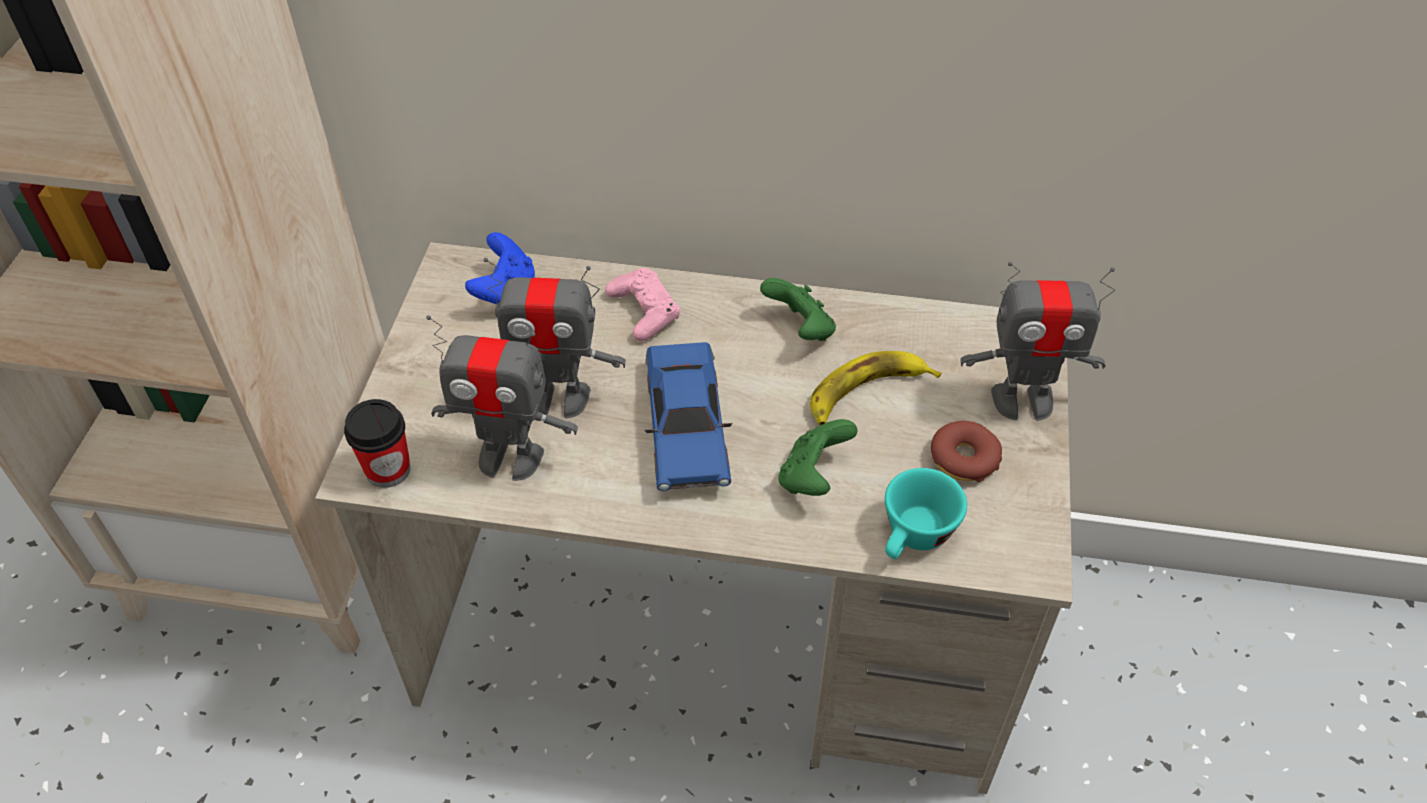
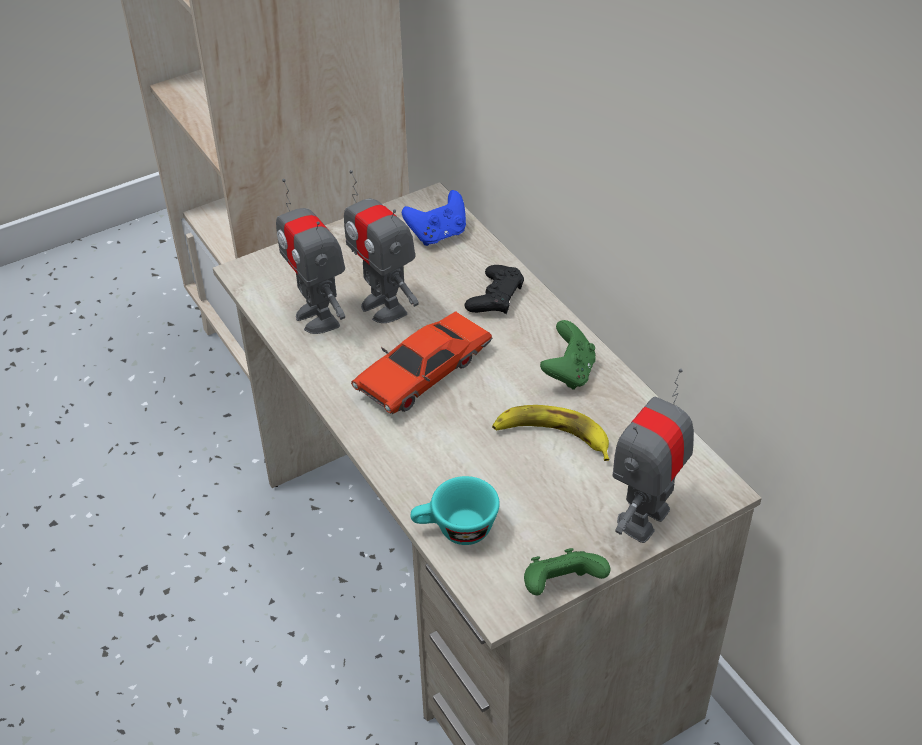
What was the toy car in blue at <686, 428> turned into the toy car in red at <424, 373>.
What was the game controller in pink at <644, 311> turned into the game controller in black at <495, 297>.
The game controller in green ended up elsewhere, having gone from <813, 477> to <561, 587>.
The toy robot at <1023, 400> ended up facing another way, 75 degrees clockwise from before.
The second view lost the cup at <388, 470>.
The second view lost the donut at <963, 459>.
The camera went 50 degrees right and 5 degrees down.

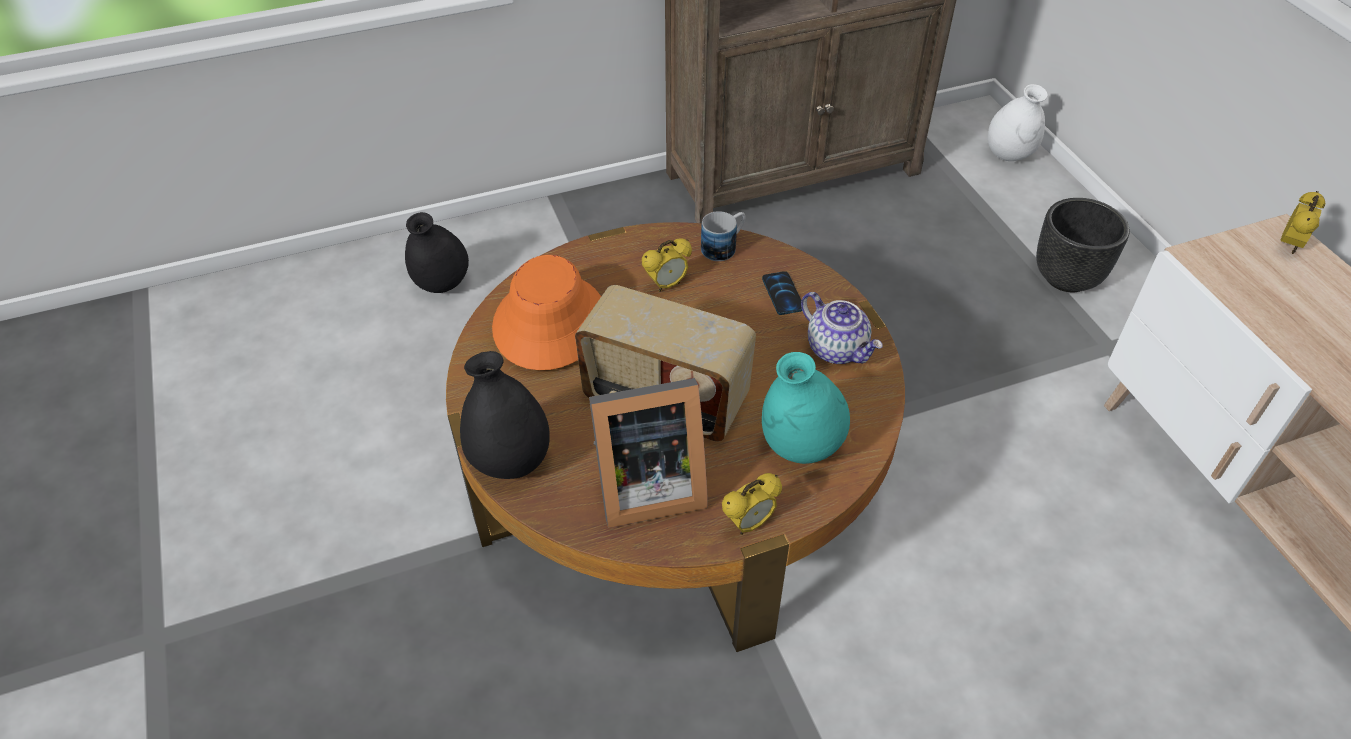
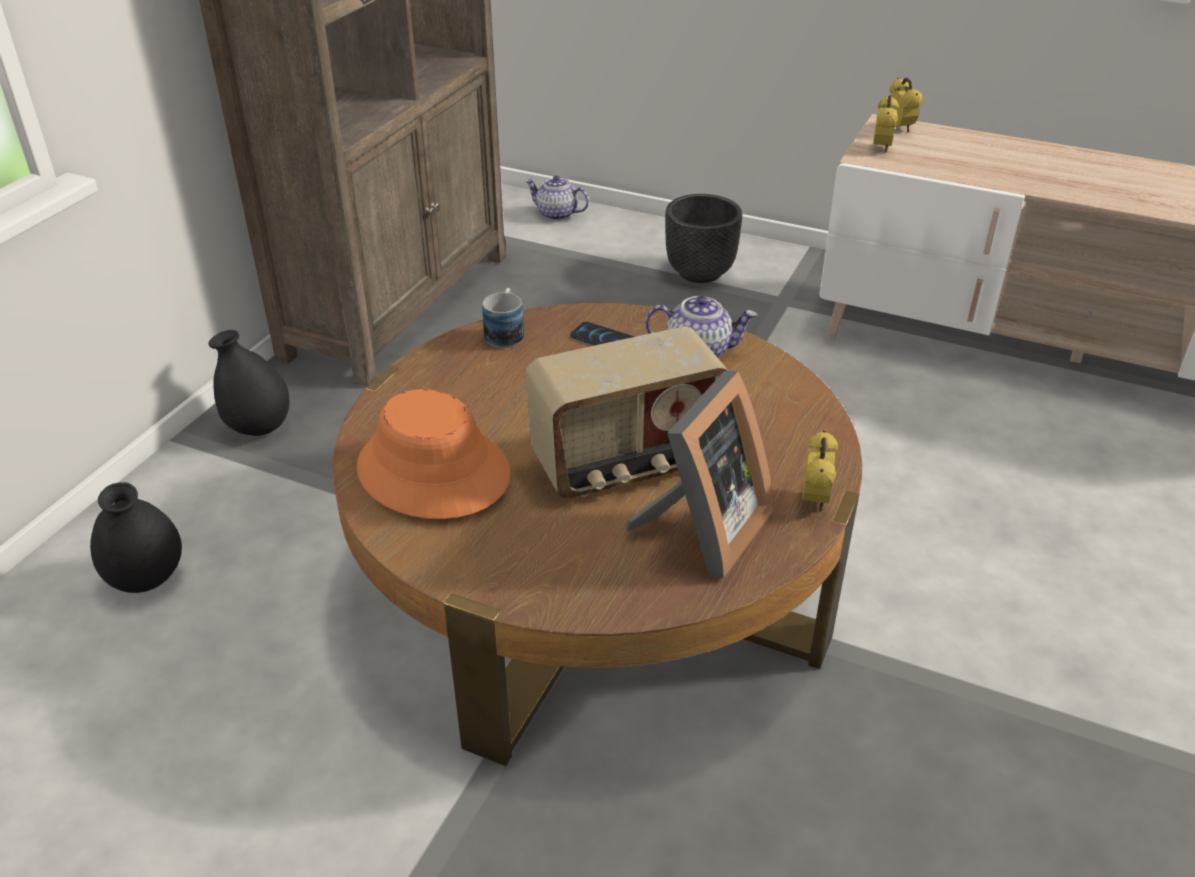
The vase in black ended up elsewhere, having gone from <510, 461> to <259, 428>.
Where the vase in white stood at <1009, 155>, the teapot came to stand at <556, 214>.
The alarm clock ended up elsewhere, having gone from <667, 285> to <881, 148>.
The second view lost the vase in turquoise at <800, 447>.
The camera went 45 degrees left and 10 degrees down.

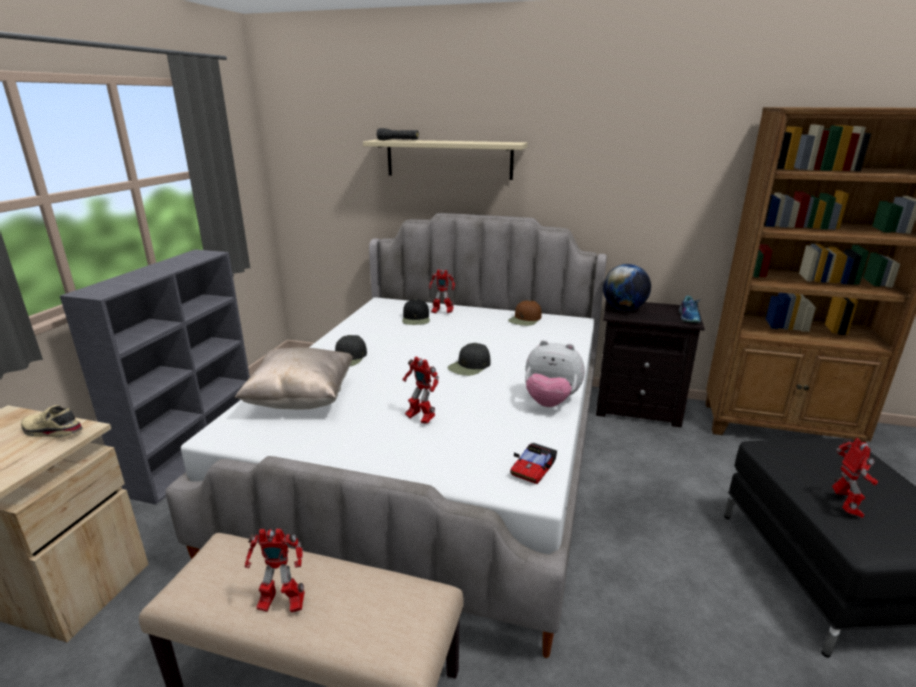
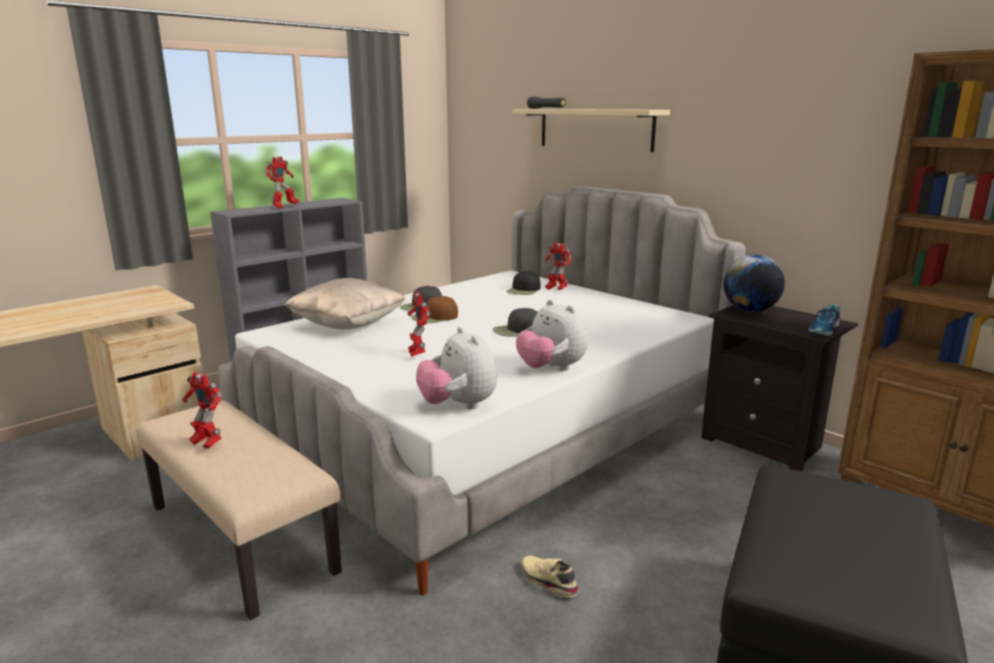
The toy robot ended up elsewhere, having gone from <845, 506> to <284, 207>.
The cap in brown ended up elsewhere, having gone from <525, 319> to <434, 317>.
Where the toy car stood at <533, 468>, the plush toy came to stand at <458, 405>.
The shoe in beige ended up elsewhere, having gone from <51, 432> to <547, 582>.
The camera went 30 degrees right and 5 degrees down.

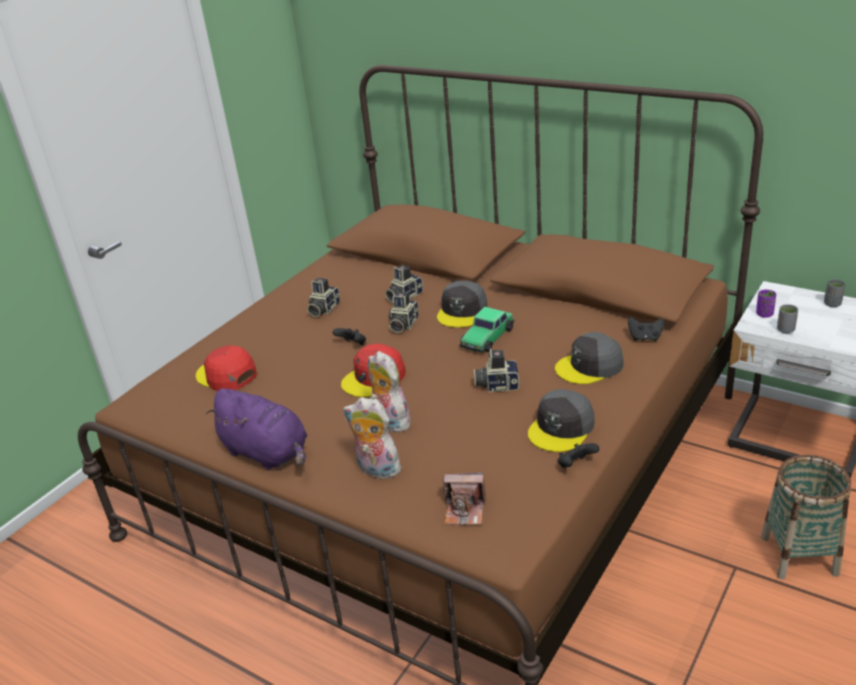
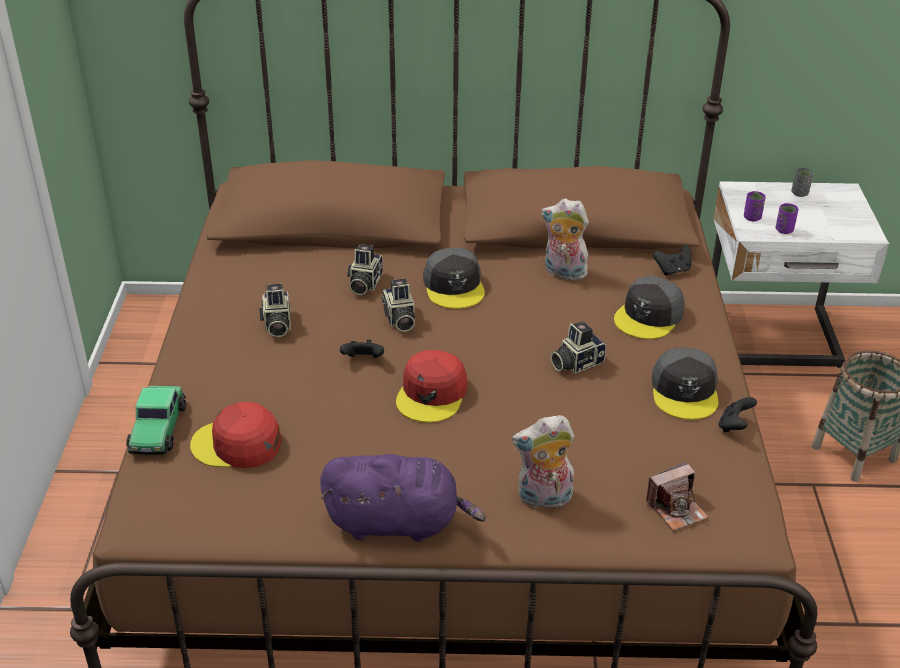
The toy car ended up elsewhere, having gone from <487, 337> to <158, 428>.
The plush toy ended up elsewhere, having gone from <389, 422> to <563, 273>.
What was the cup in grey at <785, 330> turned into the cup in purple at <784, 230>.
The camera went 35 degrees left and 5 degrees up.

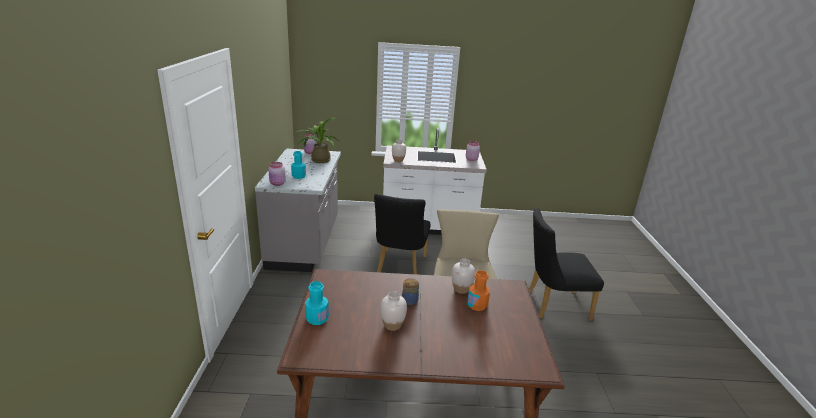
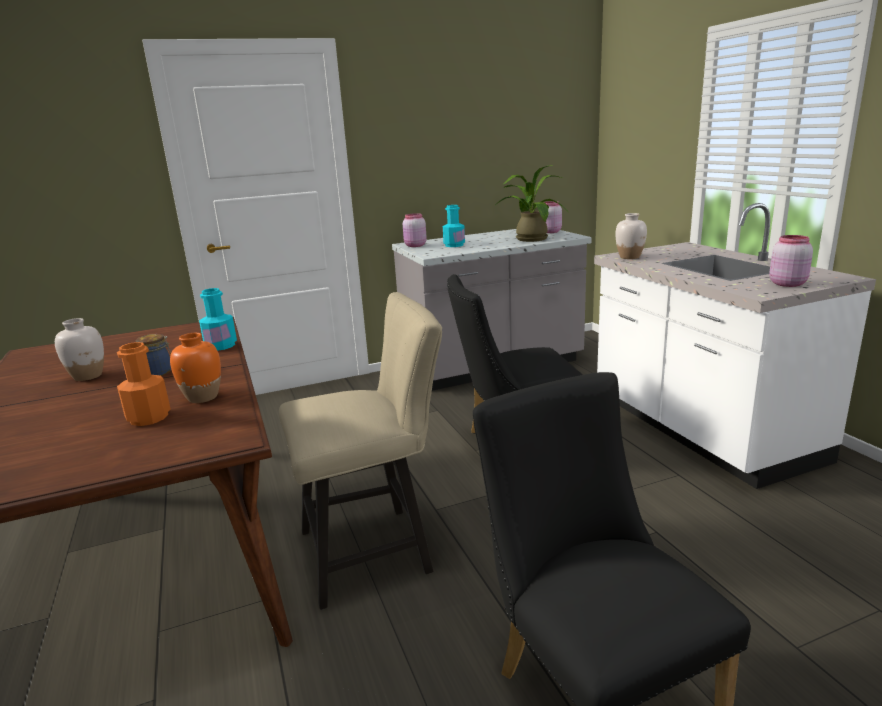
What was the vase in white at <461, 289> turned into the vase in orange at <202, 397>.
The bottle in turquoise ended up elsewhere, having gone from <317, 319> to <221, 346>.
The camera went 70 degrees right and 5 degrees down.

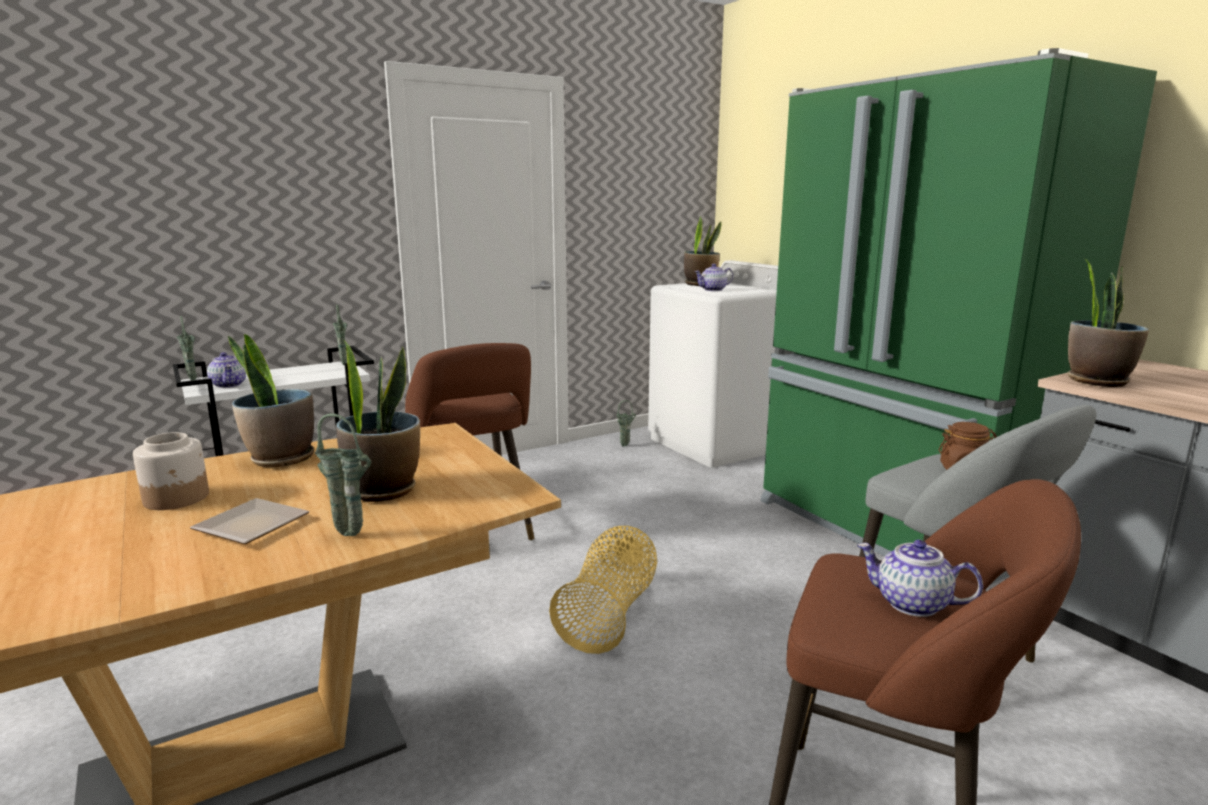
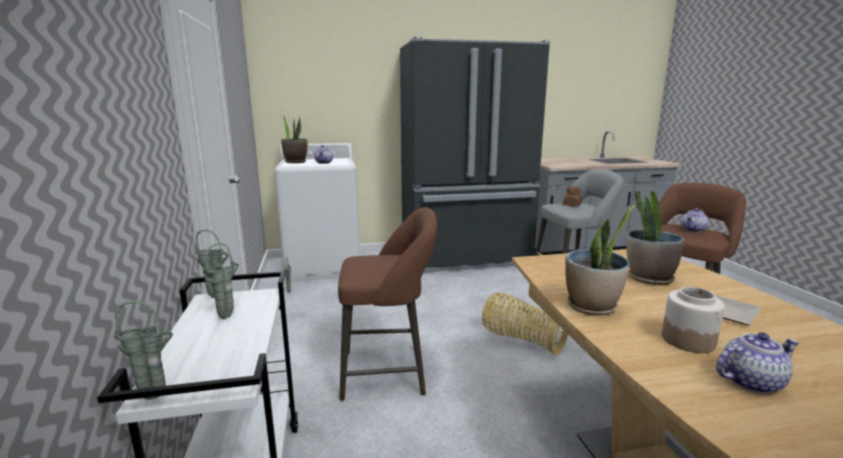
The vase in green ended up elsewhere, having gone from <353, 536> to <228, 316>.
What was the fridge in green at <895, 528> turned into the fridge in black at <466, 259>.
The teapot ended up elsewhere, having gone from <229, 385> to <750, 381>.
The second view lost the potted plant at <1097, 381>.
The camera went 70 degrees left and 0 degrees up.

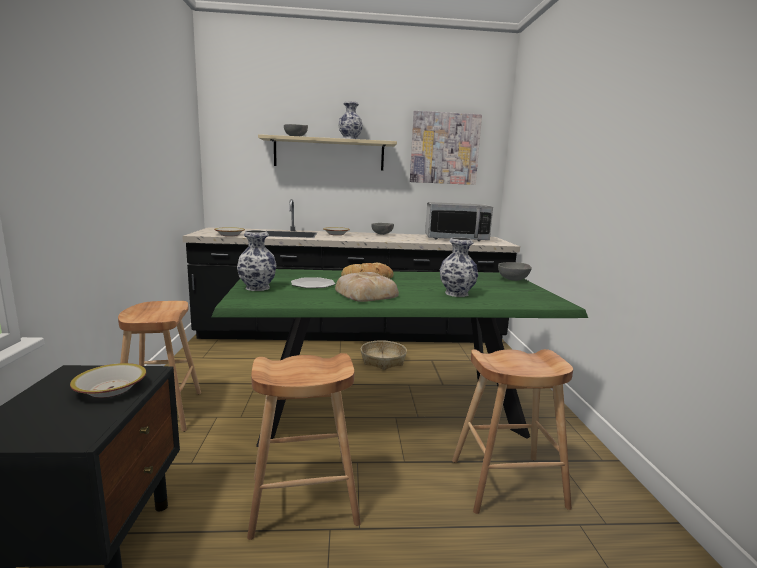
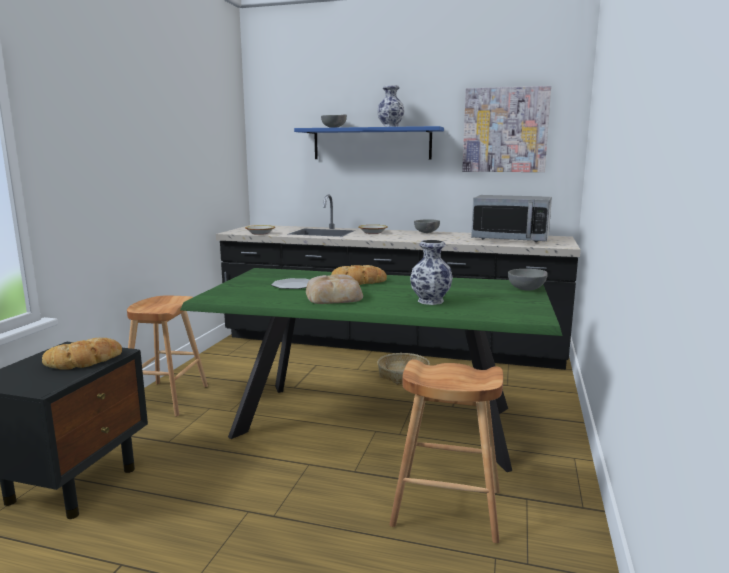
Where the bowl stood at <111, 388>, the bread came to stand at <84, 361>.
What was the shelf in beige at <329, 154> turned into the shelf in blue at <371, 143>.
The second view lost the vase at <257, 287>.
The second view lost the stool in brown at <304, 500>.
The camera went 20 degrees right and 0 degrees up.

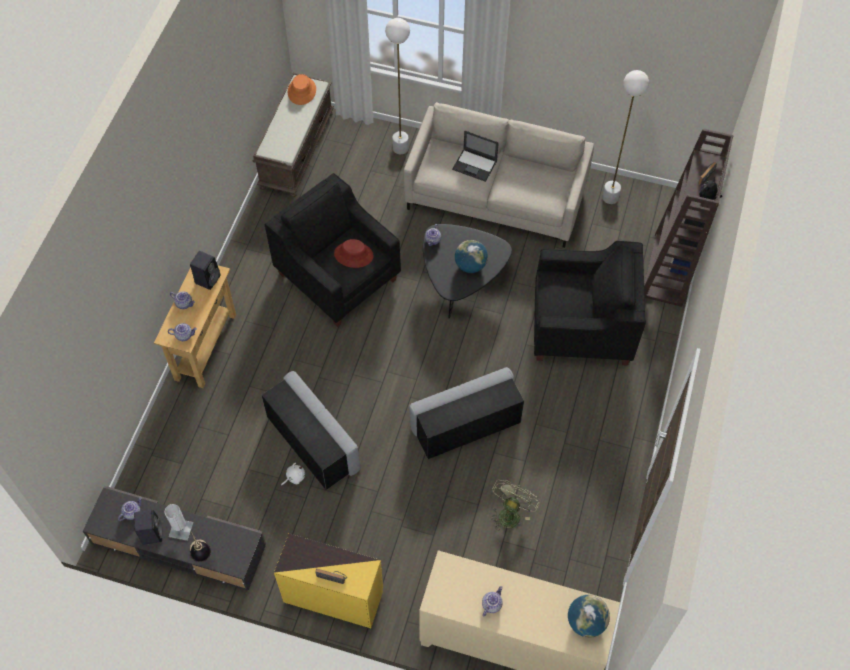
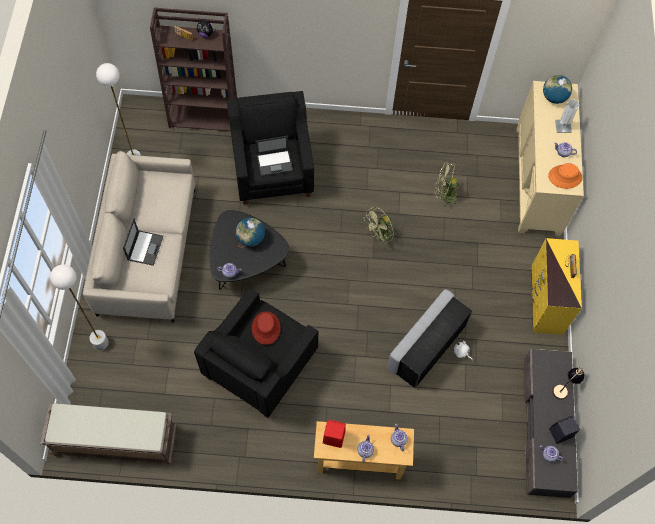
The second view gained the laptop at <275, 162>.
What was the speaker in black at <208, 278> turned into the speaker in red at <333, 437>.
Where the ottoman in grey stood at <466, 424>, the fan in green came to stand at <380, 236>.
The hat in orange ended up elsewhere, having gone from <302, 91> to <565, 177>.
The table lamp in white ended up elsewhere, having gone from <181, 529> to <563, 126>.
The camera went 105 degrees left and 5 degrees up.

